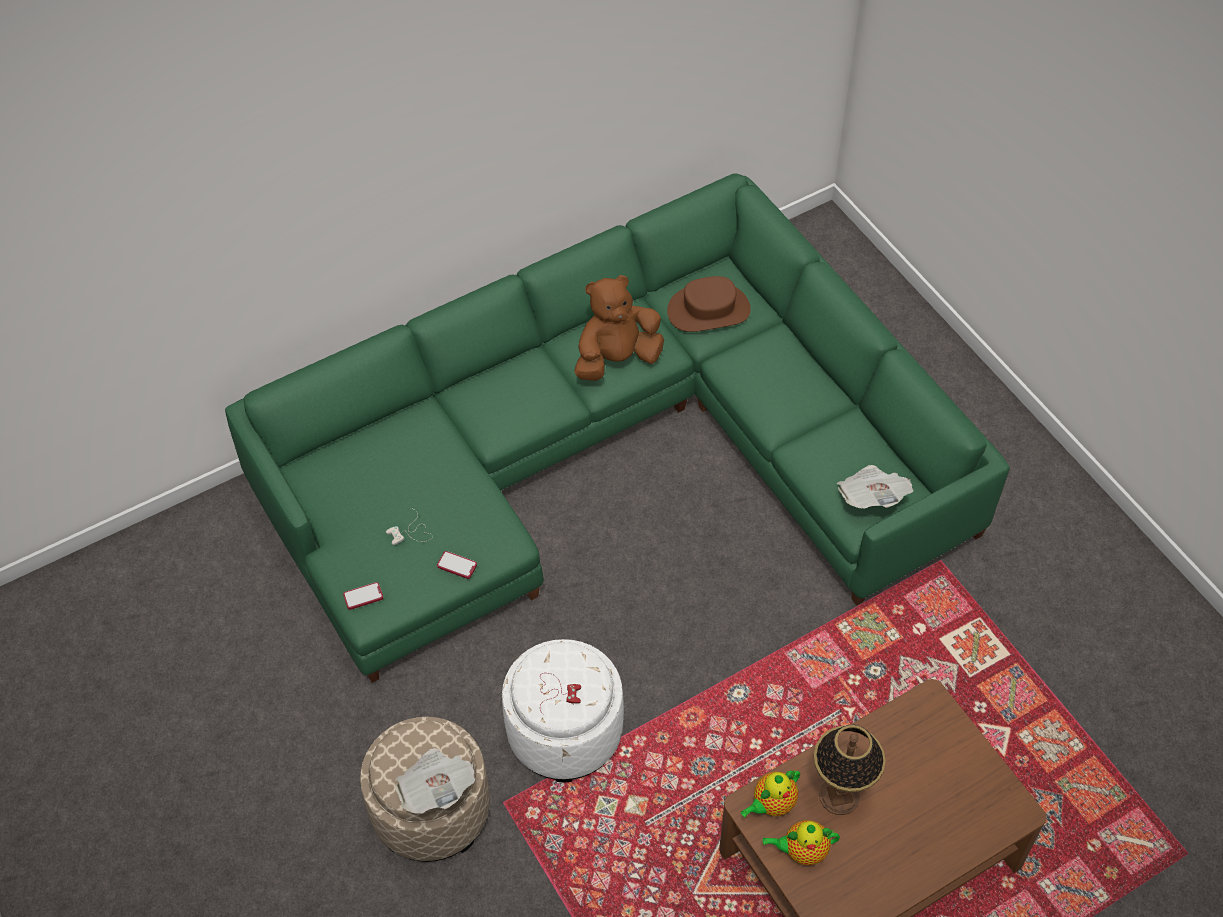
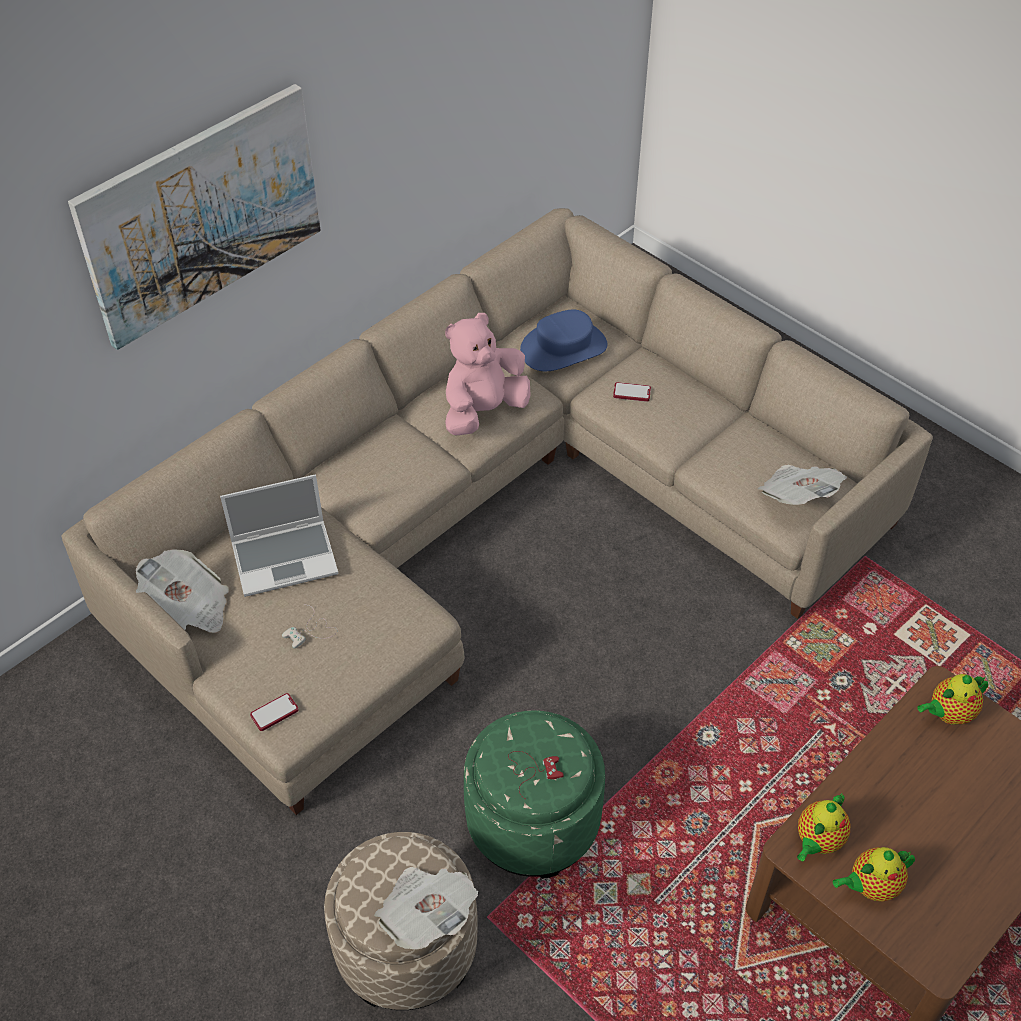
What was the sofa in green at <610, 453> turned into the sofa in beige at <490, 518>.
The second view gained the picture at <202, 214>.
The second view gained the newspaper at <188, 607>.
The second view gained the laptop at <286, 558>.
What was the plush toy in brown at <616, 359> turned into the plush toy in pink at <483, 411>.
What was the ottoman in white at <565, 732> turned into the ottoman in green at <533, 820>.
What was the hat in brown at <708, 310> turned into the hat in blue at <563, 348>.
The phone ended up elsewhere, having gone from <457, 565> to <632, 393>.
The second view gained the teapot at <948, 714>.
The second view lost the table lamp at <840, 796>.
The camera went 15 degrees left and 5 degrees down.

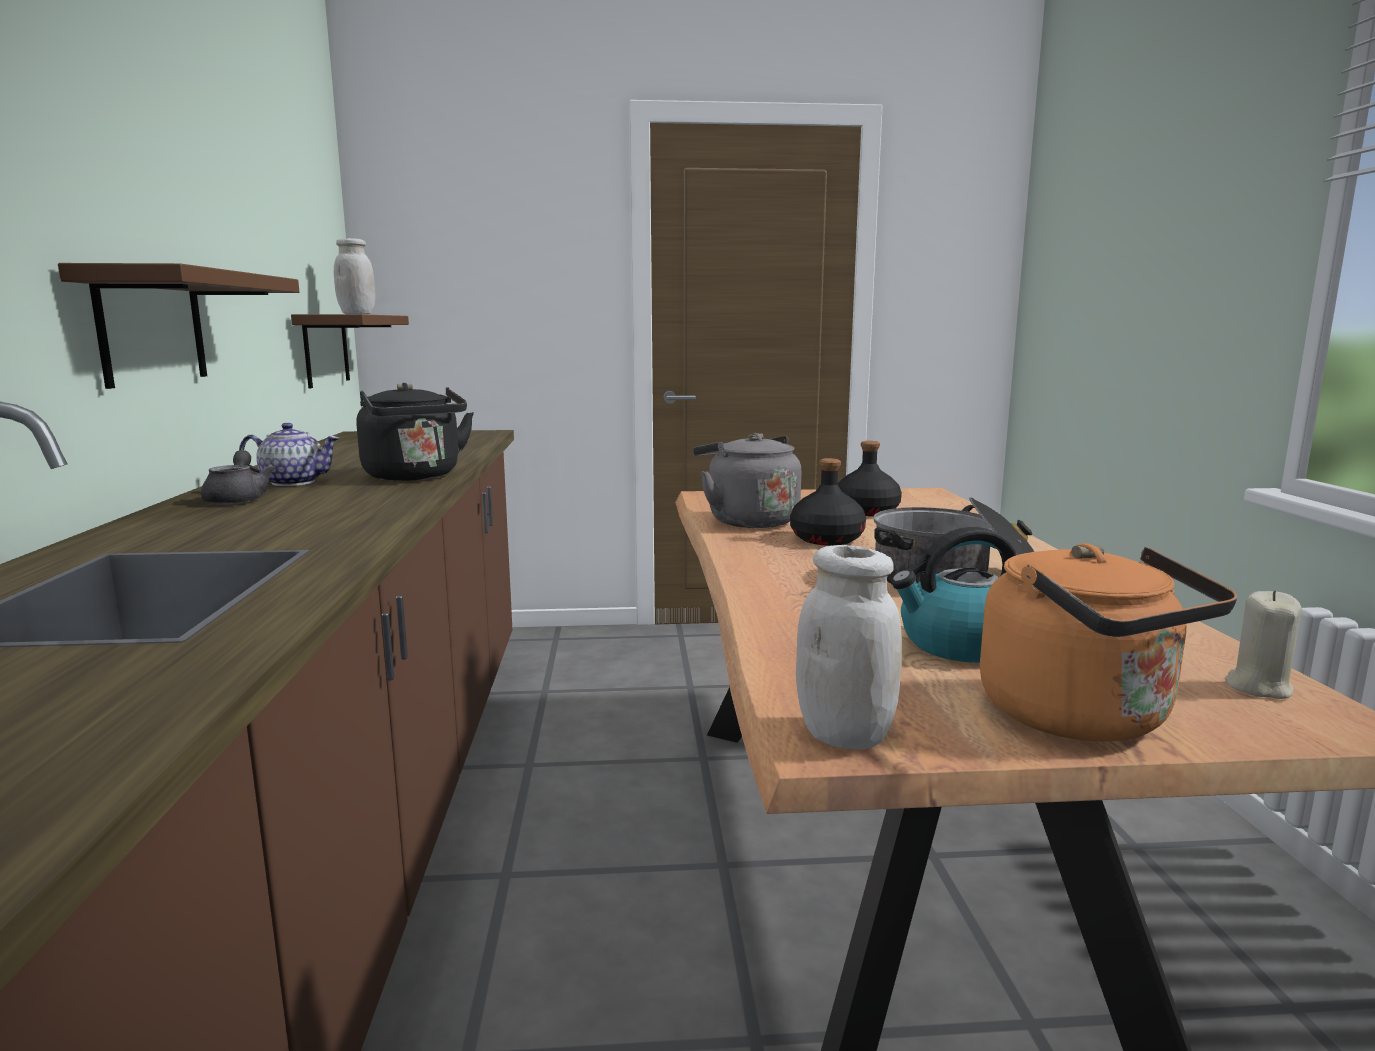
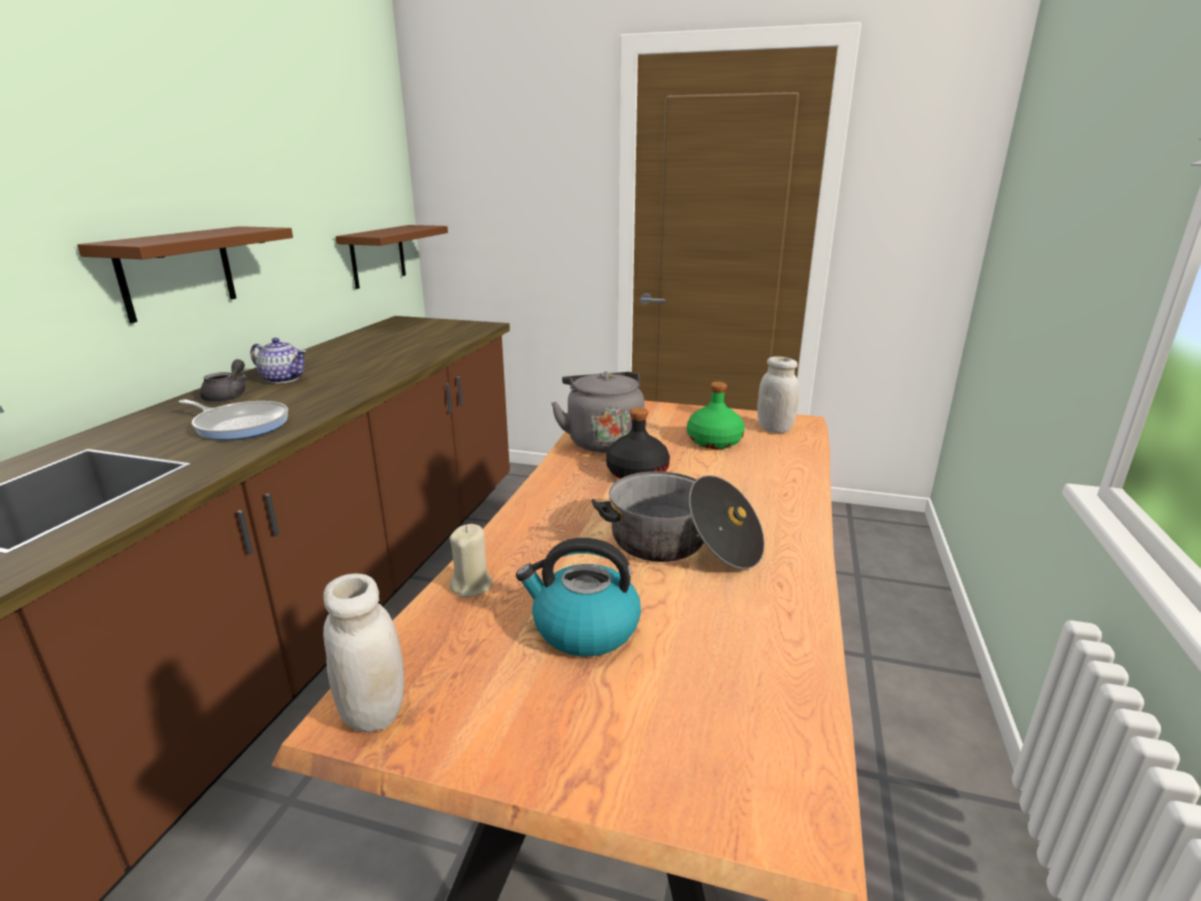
The second view gained the frying pan at <239, 425>.
The candle in beige ended up elsewhere, having gone from <1257, 687> to <472, 586>.
What was the bottle in black at <866, 511> turned into the bottle in green at <713, 441>.
The jar in white ended up elsewhere, having gone from <357, 314> to <774, 429>.
The second view lost the kettle in black at <415, 477>.
The second view lost the kettle in orange at <1084, 718>.
The camera went 20 degrees right and 10 degrees up.

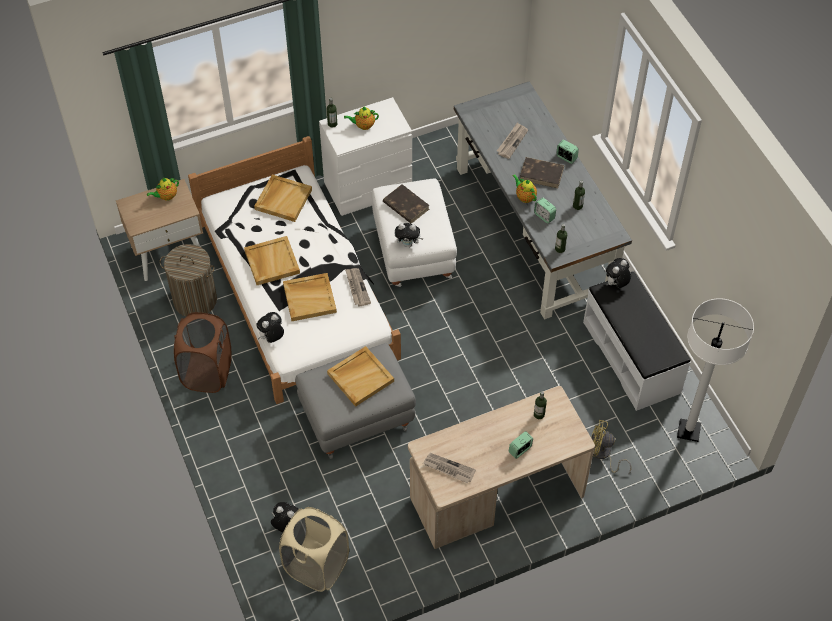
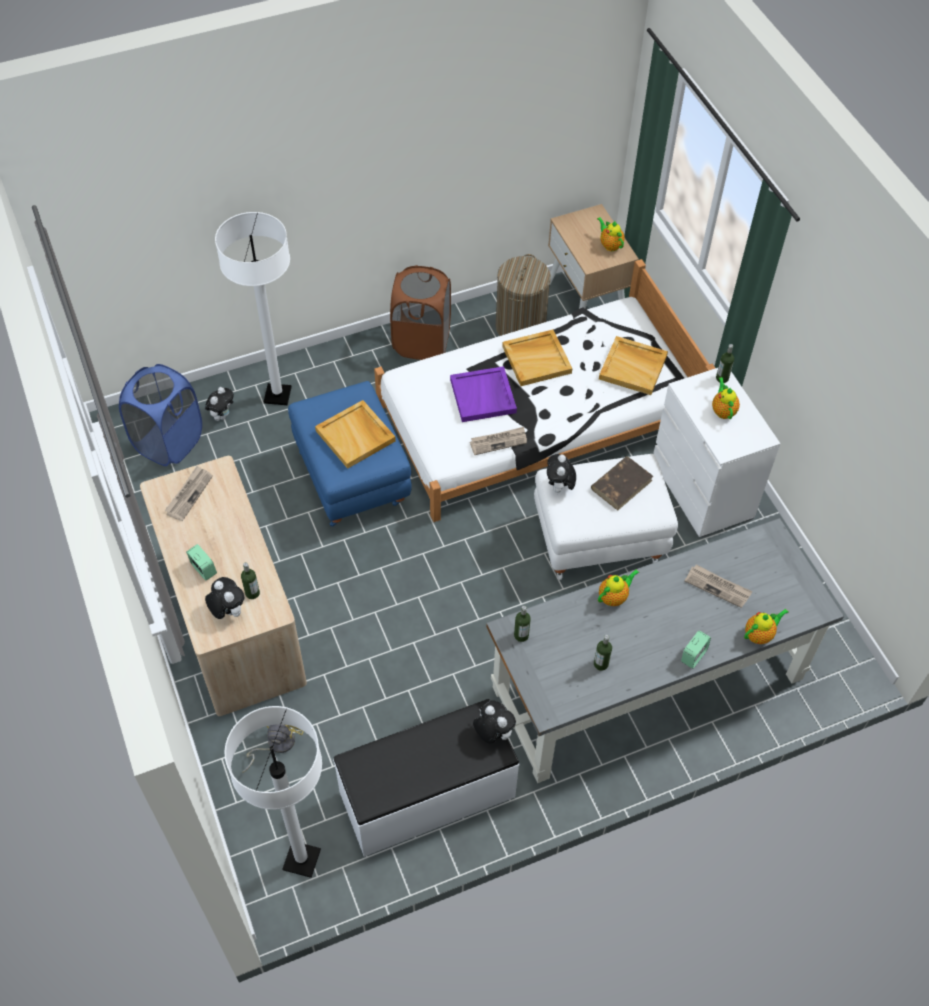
What was the laundry basket in beige at <316, 566> turned into the laundry basket in blue at <169, 442>.
The plush toy ended up elsewhere, having gone from <272, 338> to <228, 611>.
The second view gained the floor lamp in white at <277, 395>.
What was the ottoman in grey at <357, 417> turned into the ottoman in blue at <353, 478>.
What was the tray in beige at <310, 298> turned into the tray in purple at <483, 396>.
The second view gained the teapot at <760, 634>.
The second view lost the book in brown at <542, 174>.
The second view lost the alarm clock at <544, 216>.
The camera went 90 degrees right and 0 degrees up.

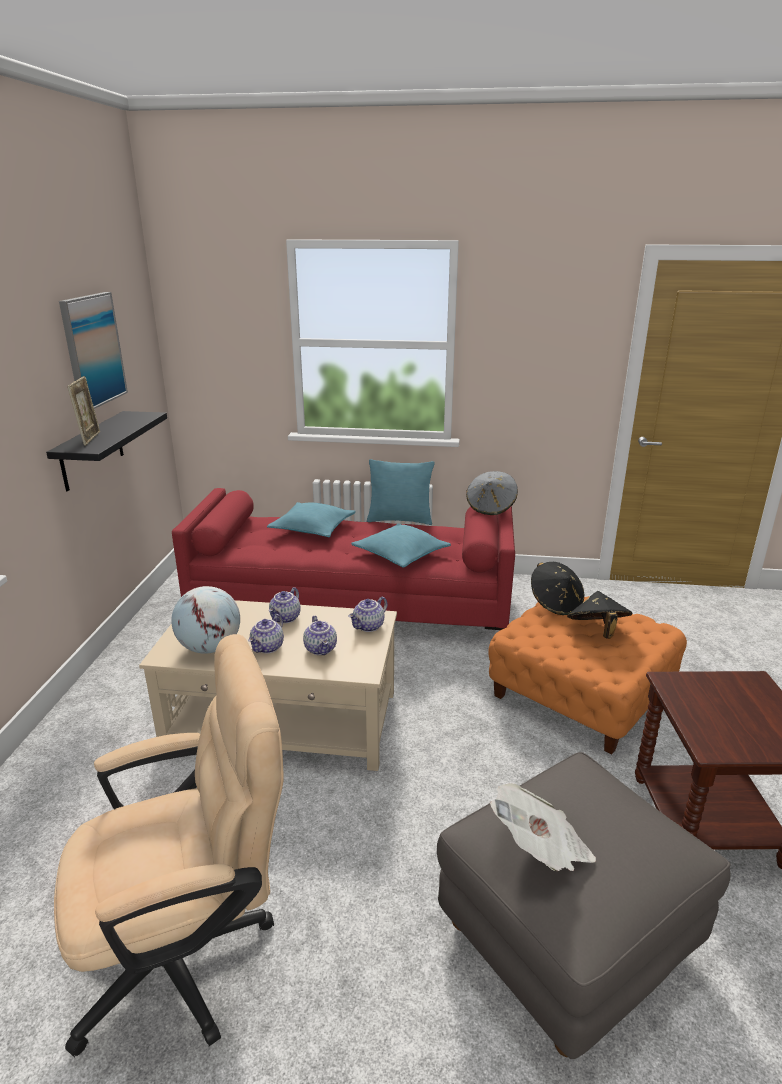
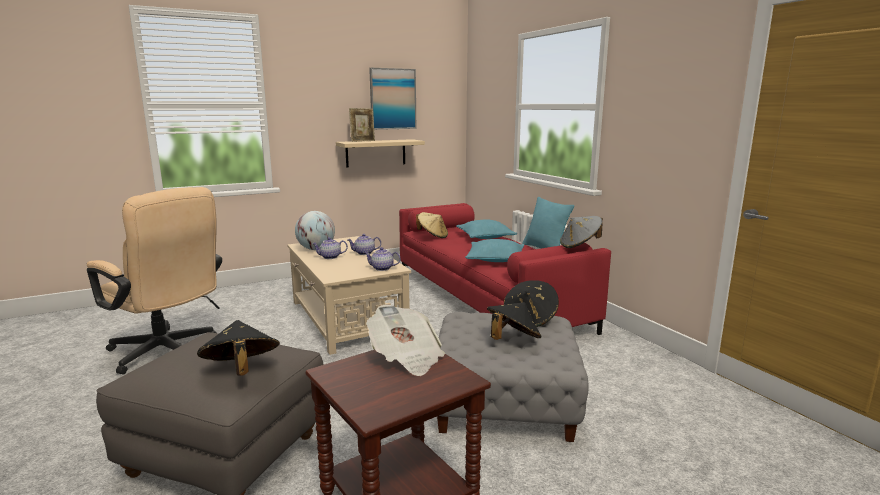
The second view gained the hat in black at <241, 370>.
What was the shelf in black at <92, 450> turned into the shelf in beige at <376, 153>.
The newspaper ended up elsewhere, having gone from <540, 848> to <406, 358>.
The second view gained the hat in beige at <432, 236>.
What was the ottoman in orange at <581, 692> turned into the ottoman in grey at <505, 401>.
The second view lost the teapot at <321, 649>.
The camera went 55 degrees right and 10 degrees down.

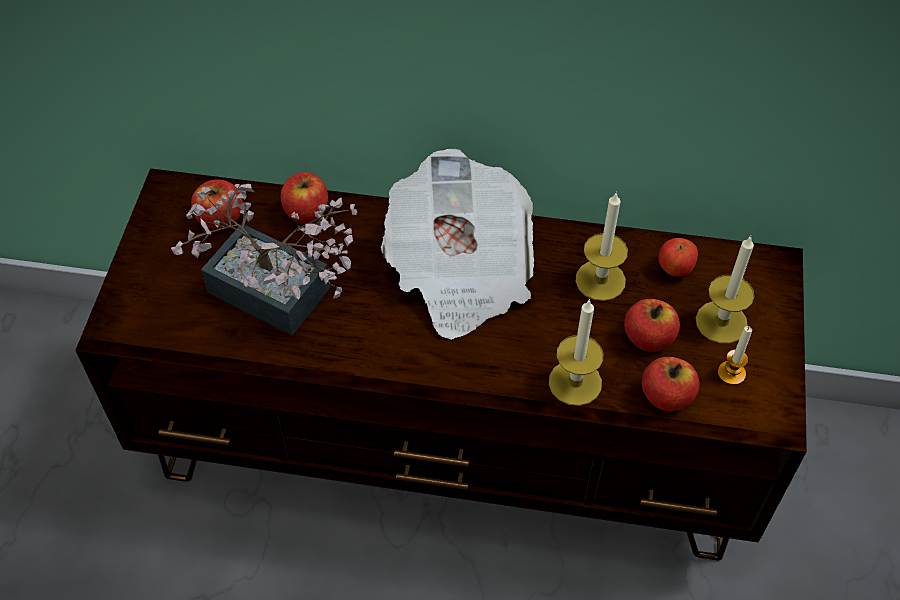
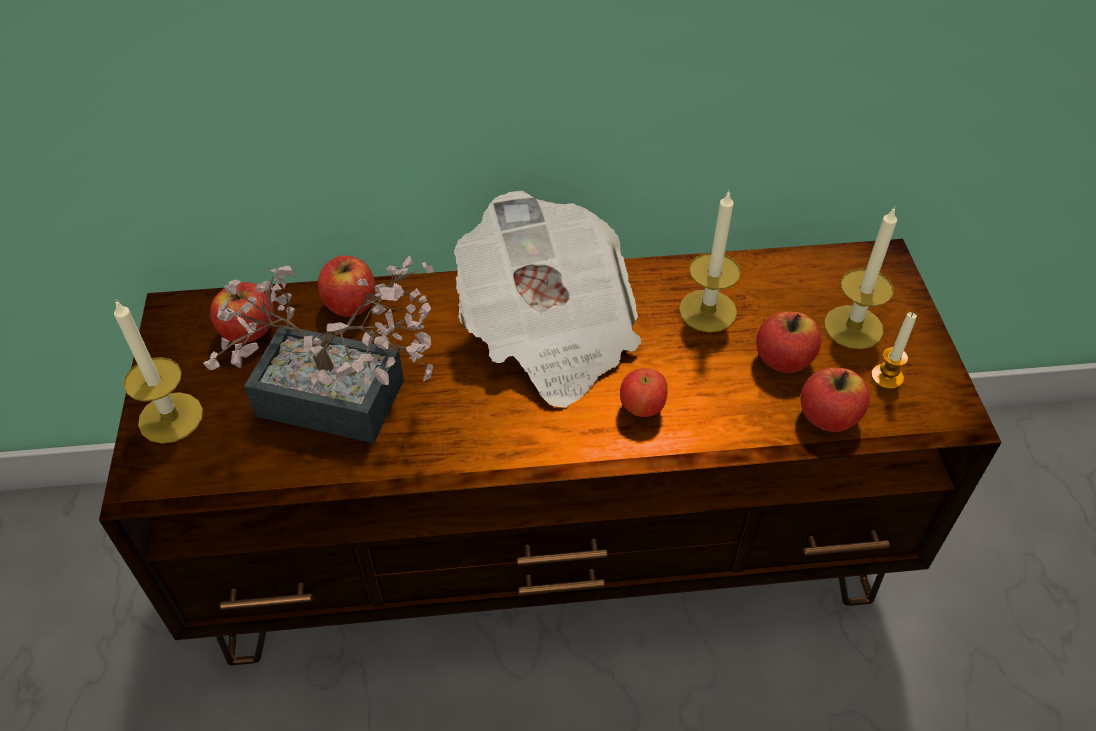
The candle ended up elsewhere, having gone from <575, 382> to <170, 417>.
The apple ended up elsewhere, having gone from <675, 269> to <642, 407>.
The camera went 15 degrees left and 5 degrees down.

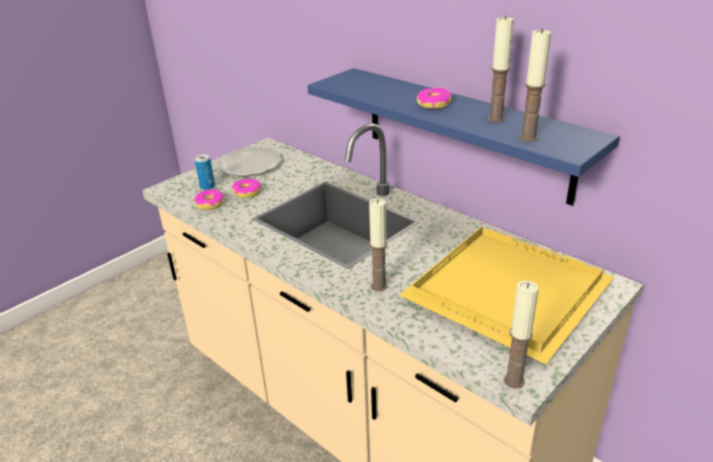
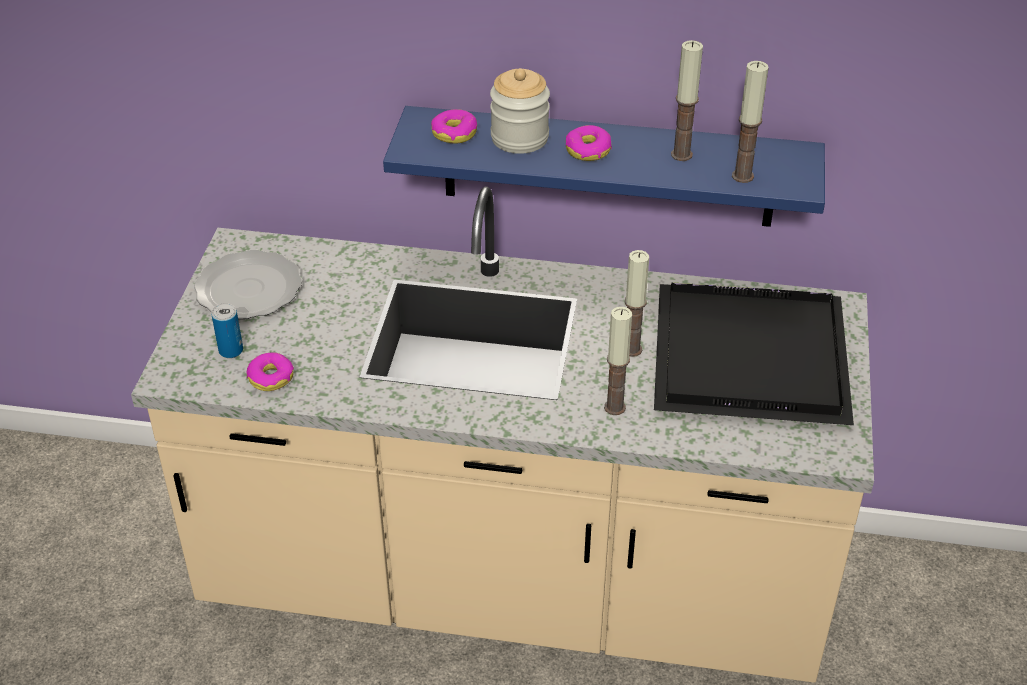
The donut ended up elsewhere, having gone from <247, 192> to <454, 133>.
The second view gained the jar at <519, 138>.
The candle ended up elsewhere, having gone from <514, 380> to <631, 349>.
What was the tray in yellow at <502, 292> turned into the tray in black at <746, 359>.
The camera went 35 degrees left and 10 degrees up.

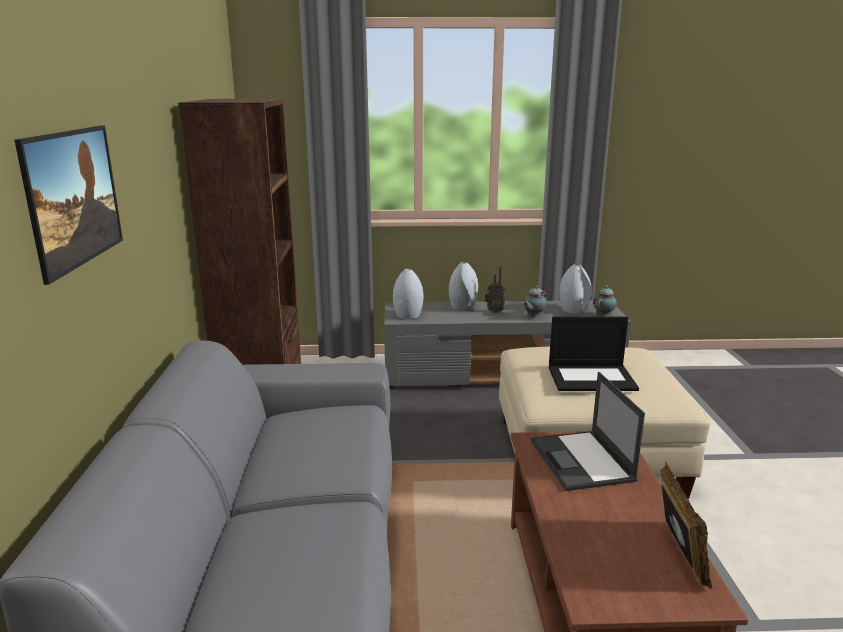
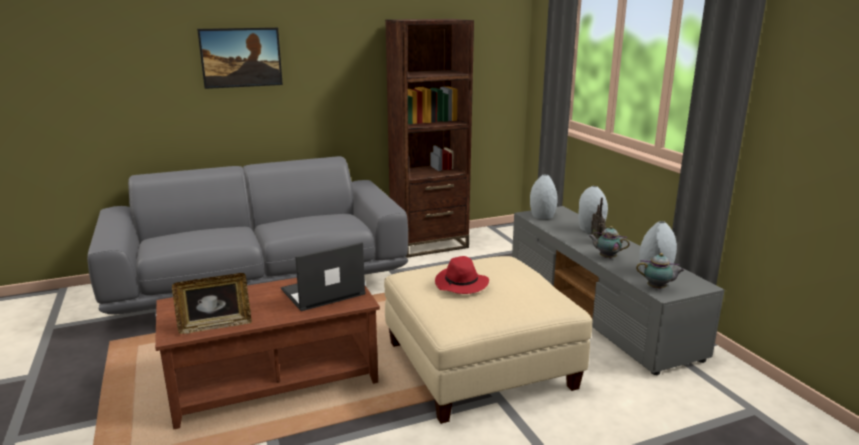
Where the laptop stood at <592, 378>, the hat in red came to stand at <462, 284>.
The camera went 70 degrees right and 0 degrees up.

